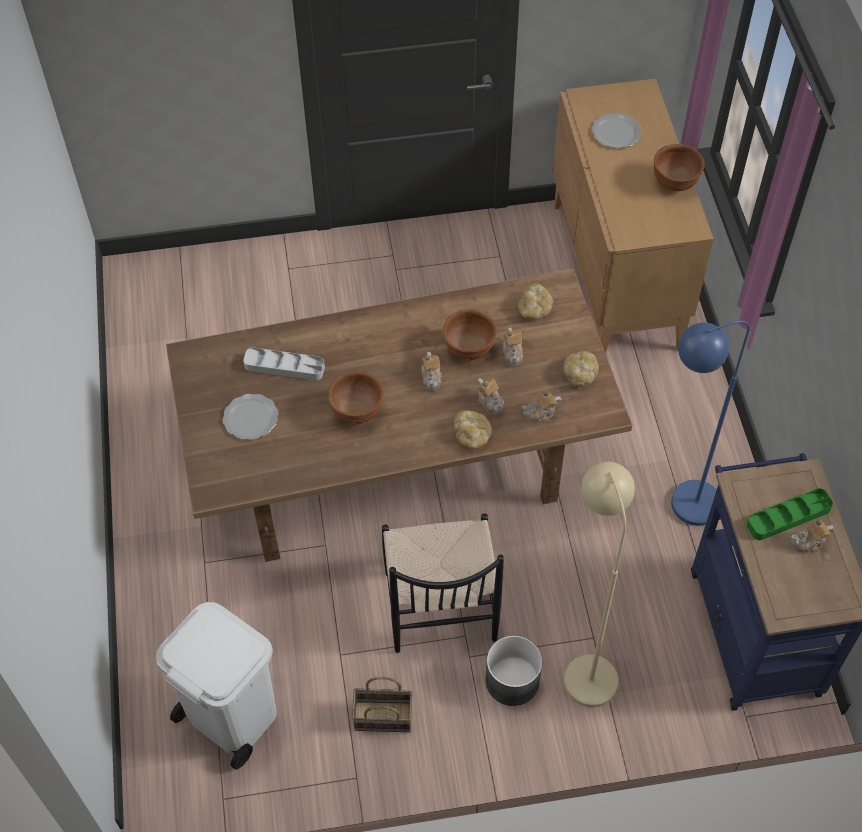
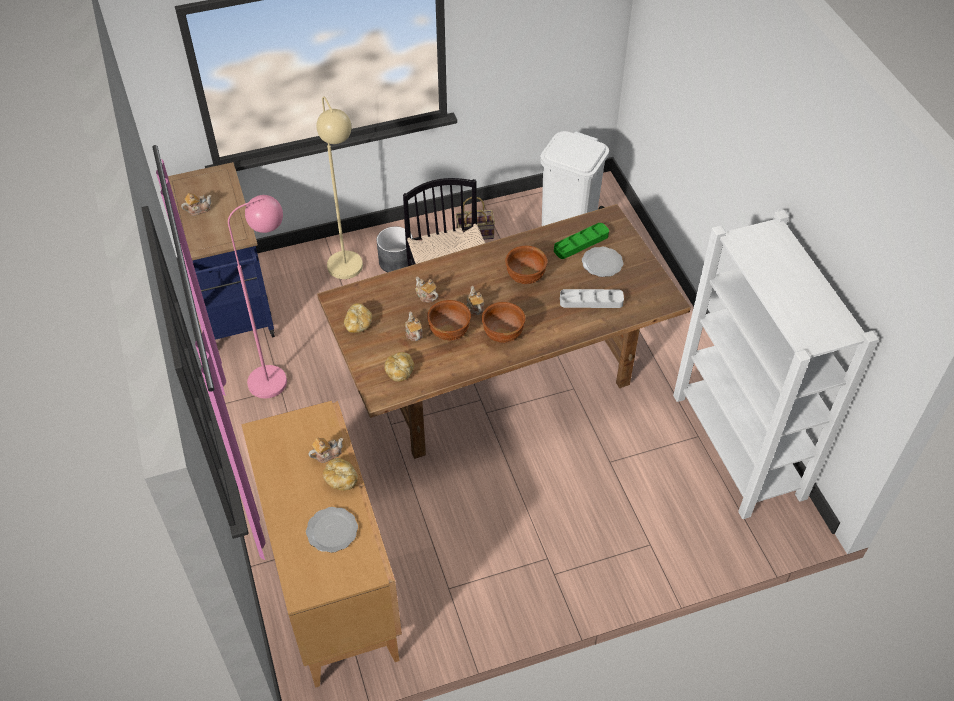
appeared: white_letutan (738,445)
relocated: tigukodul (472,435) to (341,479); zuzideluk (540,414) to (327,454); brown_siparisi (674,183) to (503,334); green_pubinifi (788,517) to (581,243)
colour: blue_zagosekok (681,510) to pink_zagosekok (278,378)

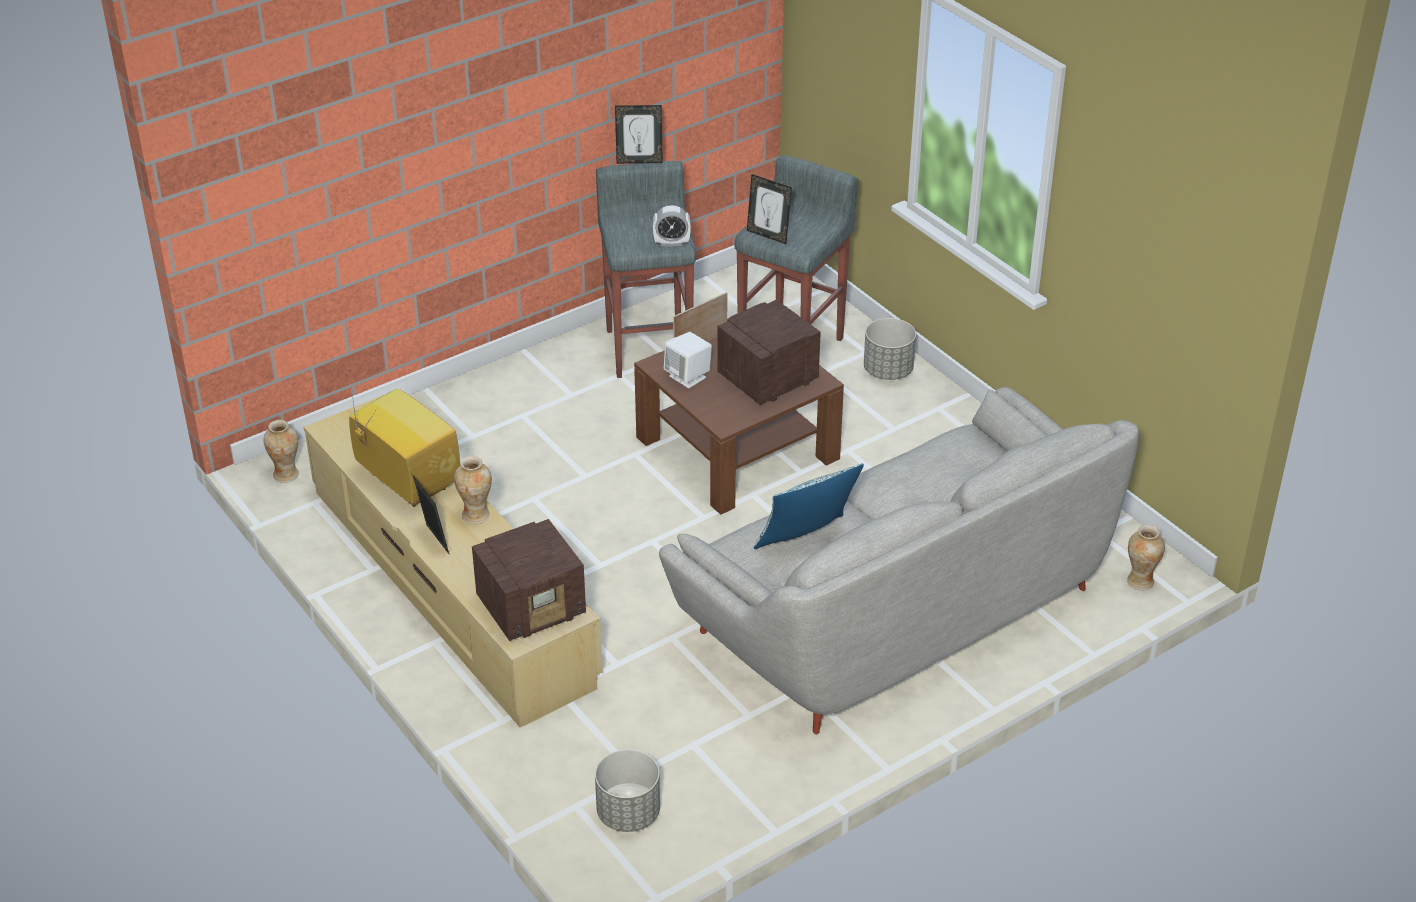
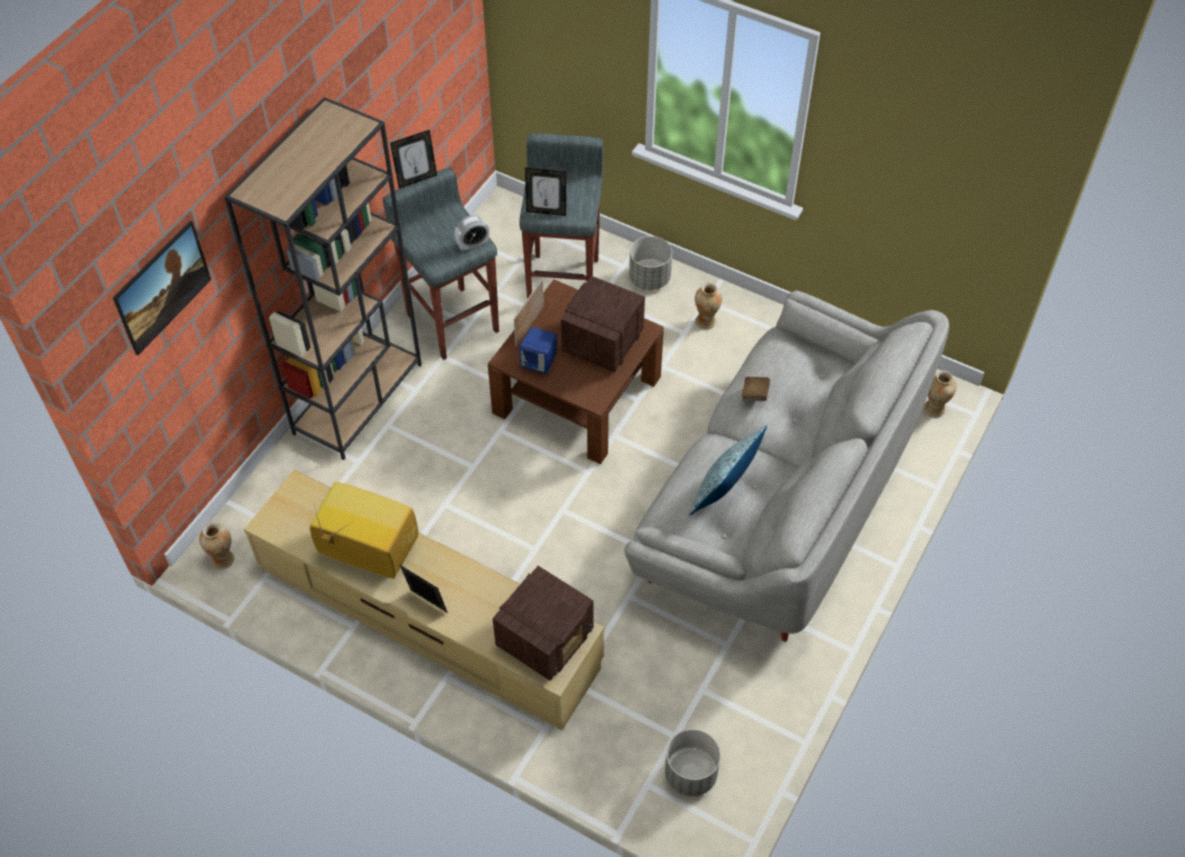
appeared: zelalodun (167,301); letutan (357,398); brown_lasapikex (754,394)
relocated: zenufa (476,515) to (706,322)
colour: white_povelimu (688,377) to blue_povelimu (539,363)

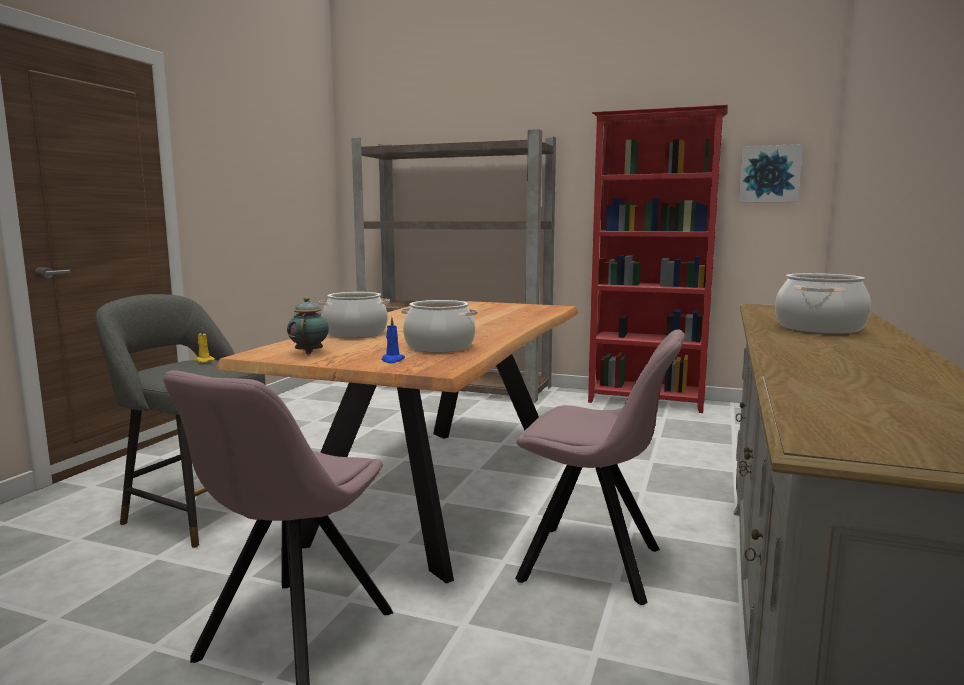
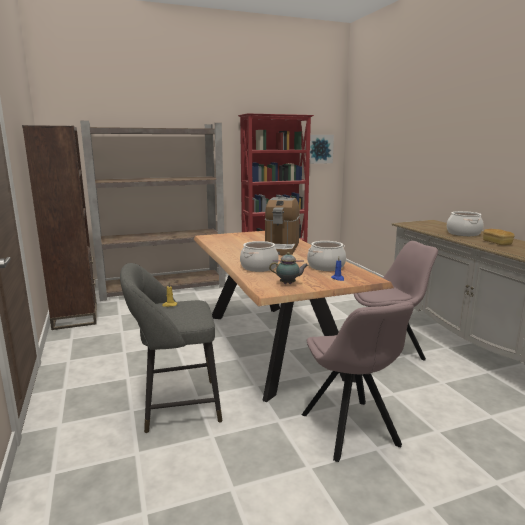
appeared: brown_letutan (76,316); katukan (280,248); tigukodul (497,243)
spun: zuzideluk (310,353) = (289,284) 135 degrees clockwise

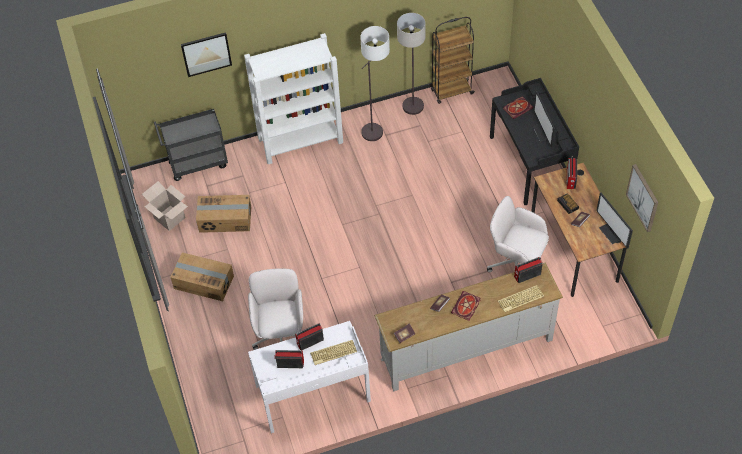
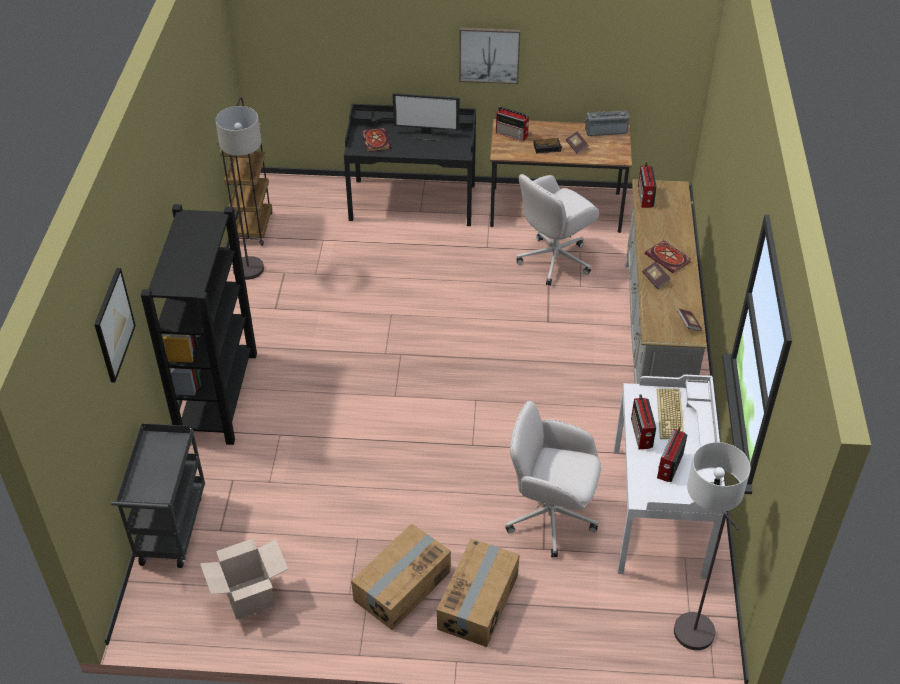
missing: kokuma (520,299)
relocated: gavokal (225,220) to (479,602); white_zagosekok (376,128) to (686,622); zelalodun (643,197) to (489,55)
exchanged: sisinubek (612,233) to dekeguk (605,130)
colour: white_letutan (300,140) to black_letutan (217,396)

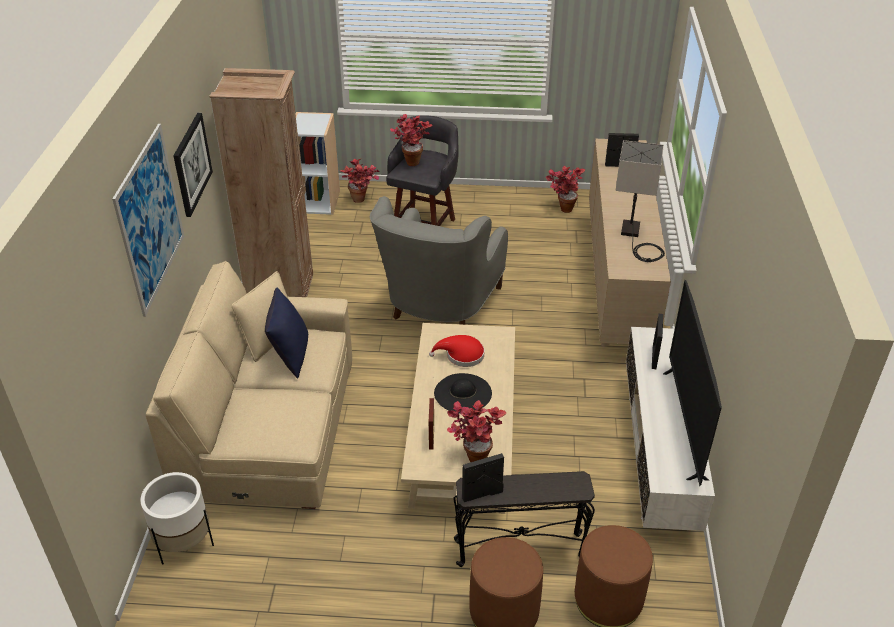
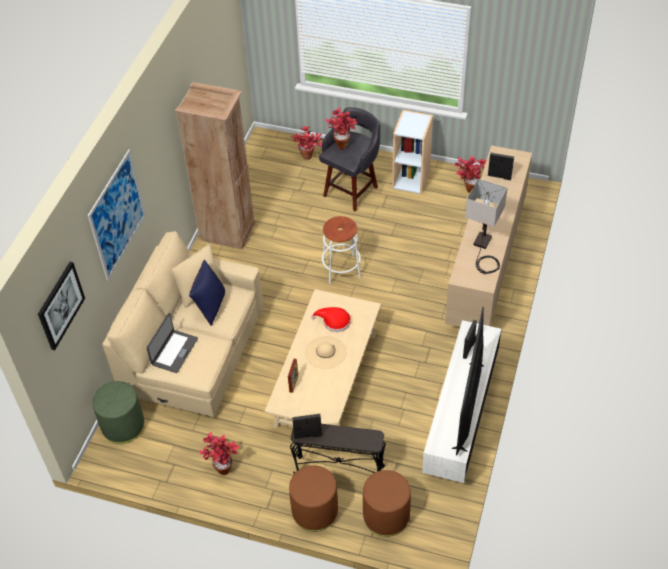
appeared: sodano (174,351)
relocated: zelalodun (191,164) to (60,305); letutan (319,201) to (411,179); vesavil (472,455) to (222,466)
exchanged: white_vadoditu (184,543) to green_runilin (123,426); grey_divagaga (439,308) to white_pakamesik (341,269)
colour: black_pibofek (462,393) to beige_pibofek (325,352)

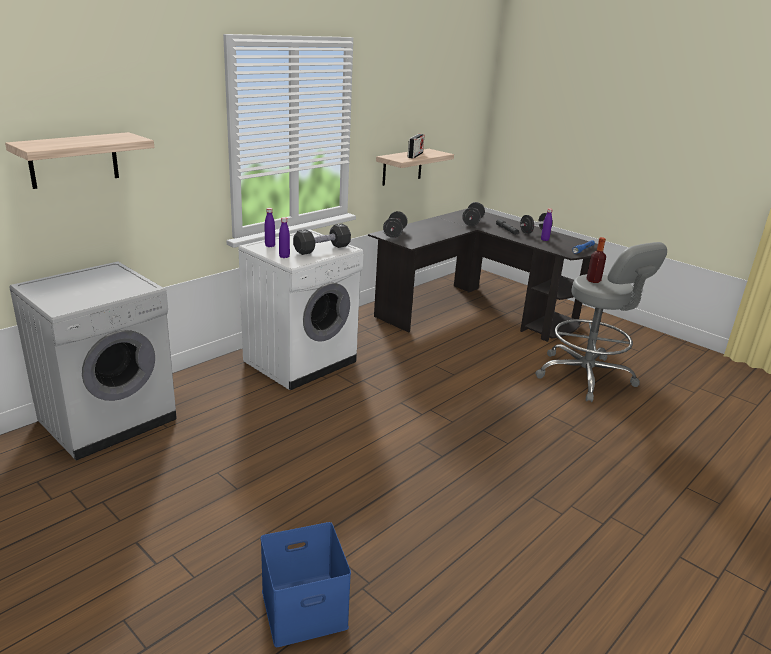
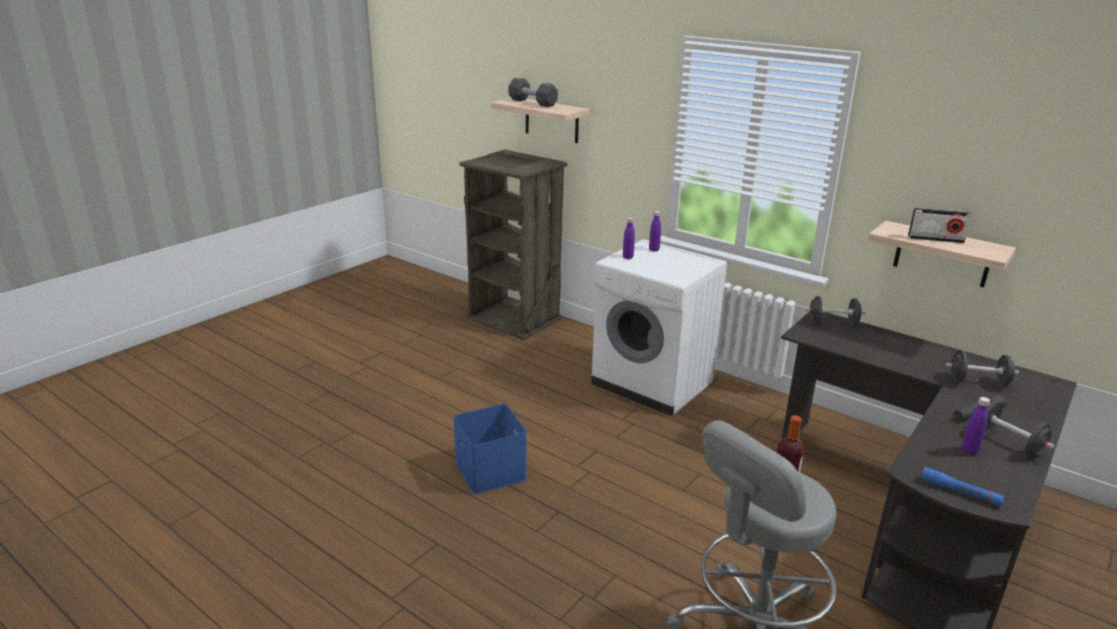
relocated: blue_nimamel (305,607) to (492,471); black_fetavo (322,249) to (532,102)
exchanged: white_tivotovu (109,421) to brown_letutan (515,318)

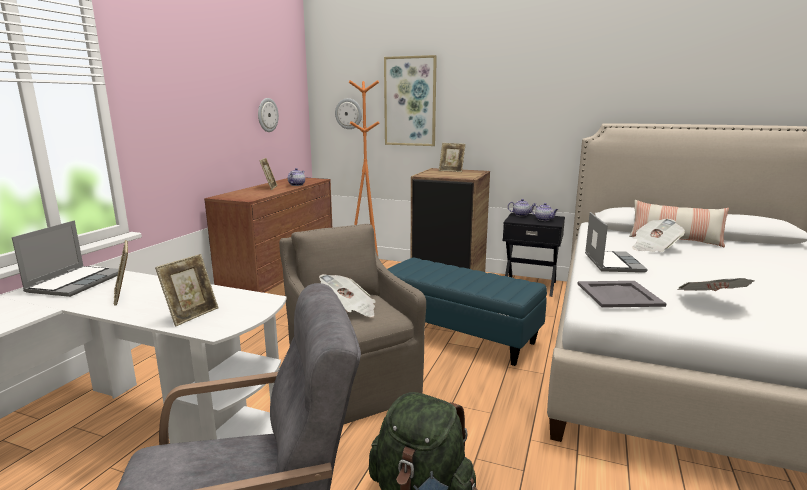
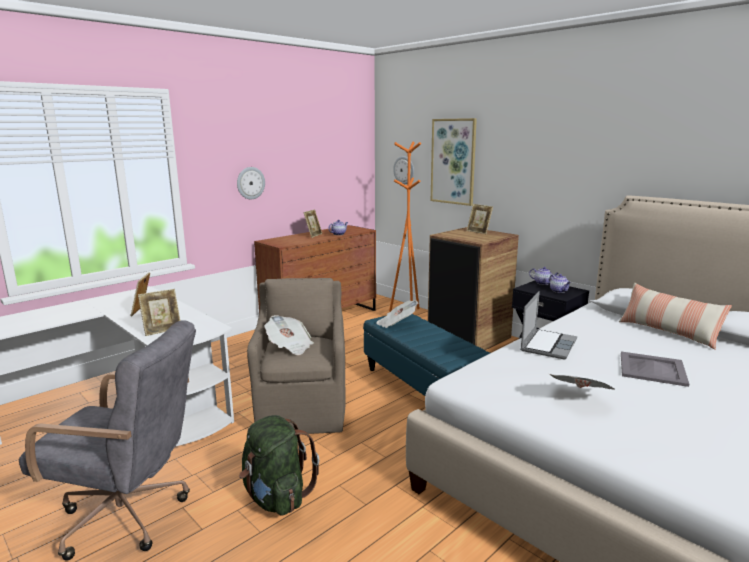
missing: sodano (76,282)
relocated: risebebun (267,115) to (250,183); grey_pubinifi (619,294) to (653,369); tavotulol (654,248) to (396,324)

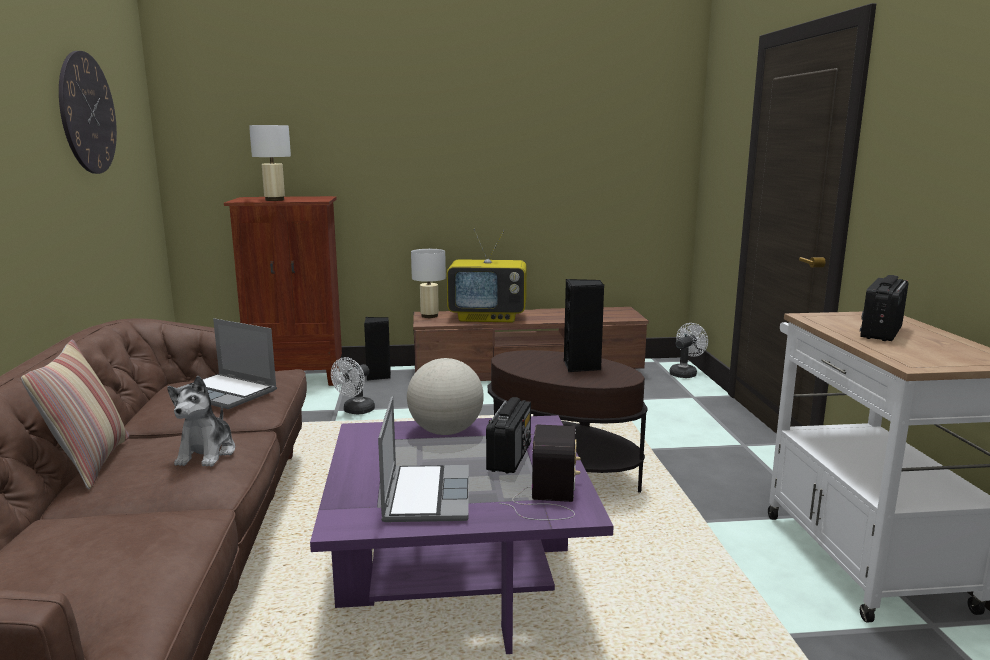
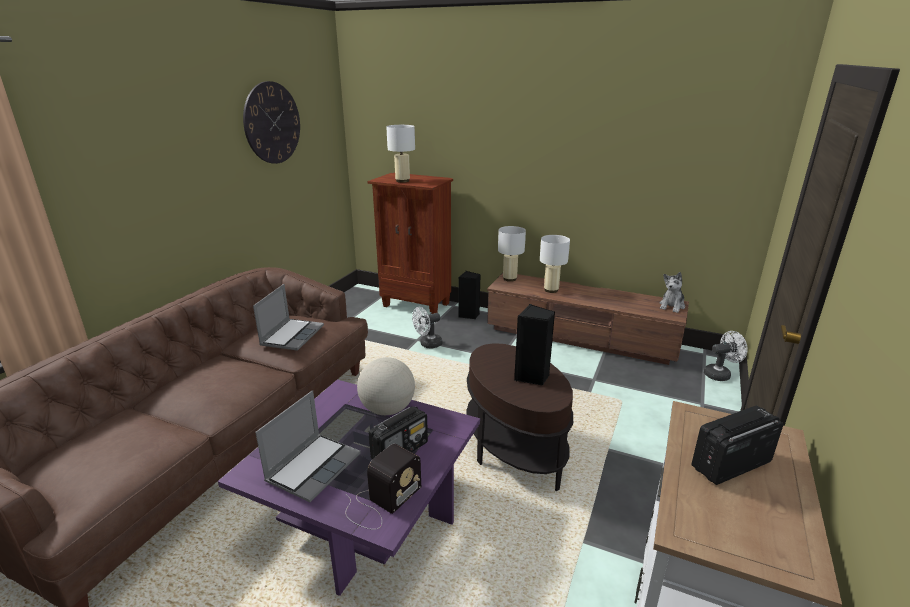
missing: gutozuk (90,463)
relocated: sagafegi (207,453) to (672,306)
exchanged: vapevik (488,317) to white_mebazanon (551,290)
spun: sodano (227,393) = (292,335) 135 degrees counterclockwise

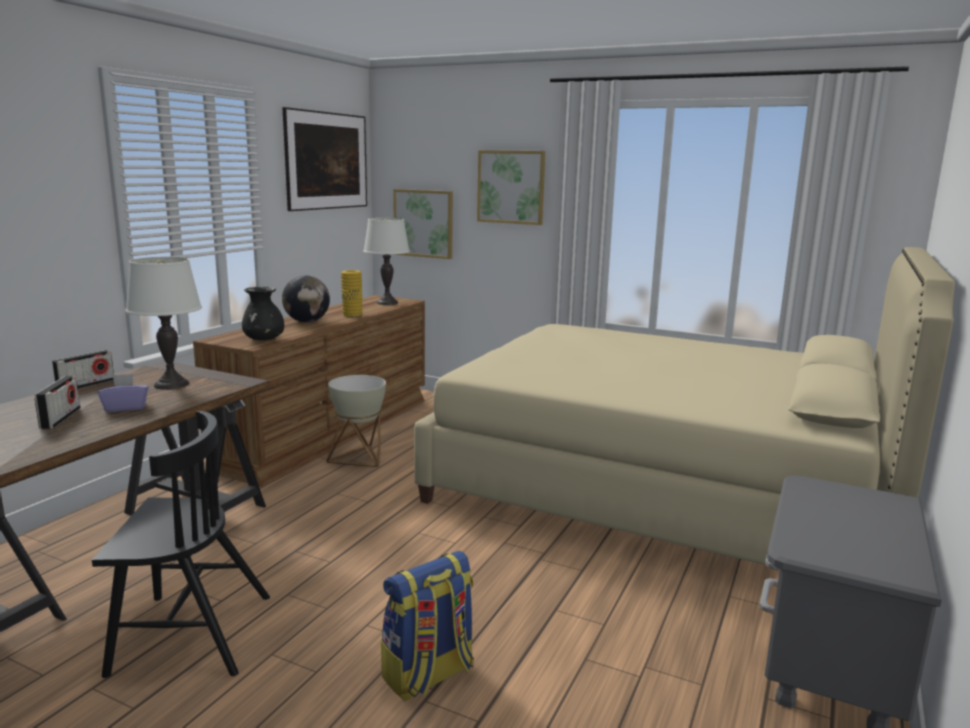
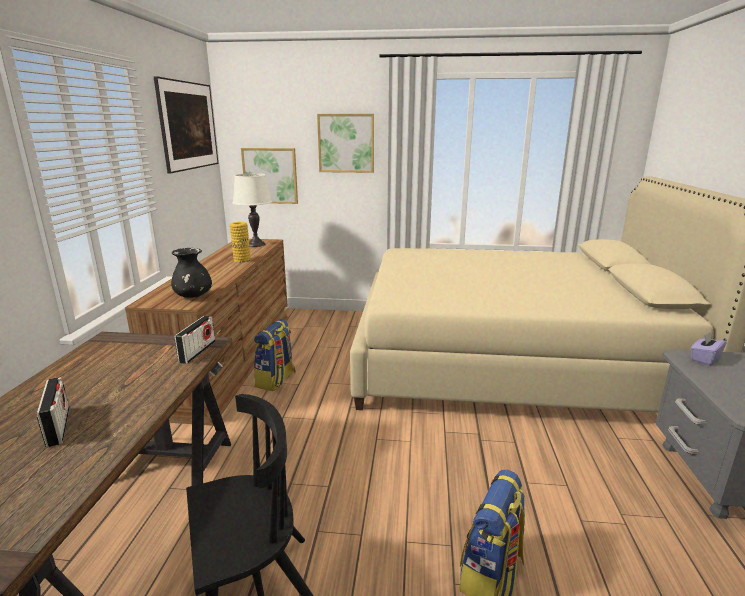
missing: white_mebazanon (172,384); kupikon (307,322)
relocated: dekeguk (86,385) to (197,352); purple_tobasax (126,407) to (704,359)
exchanged: vadoditu (358,459) to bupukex (276,380)

